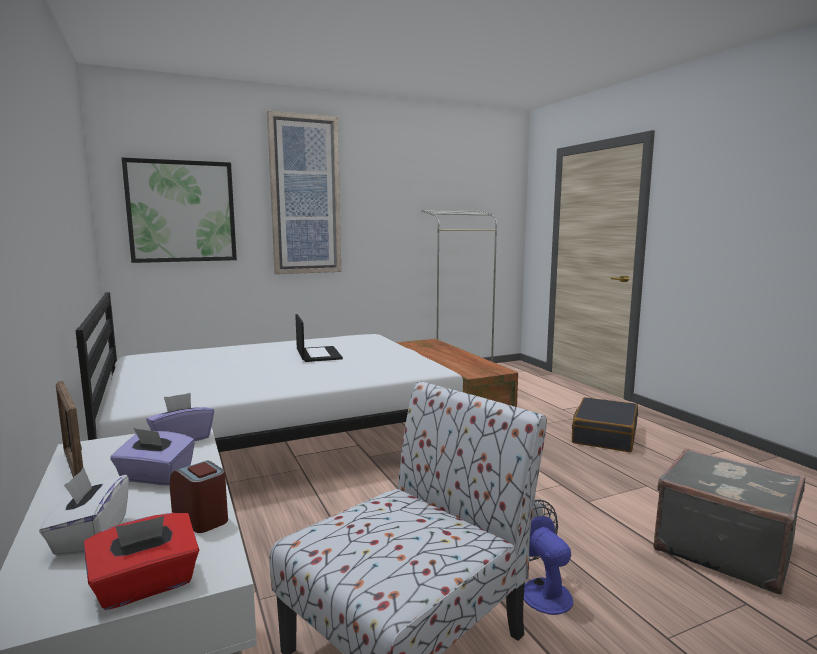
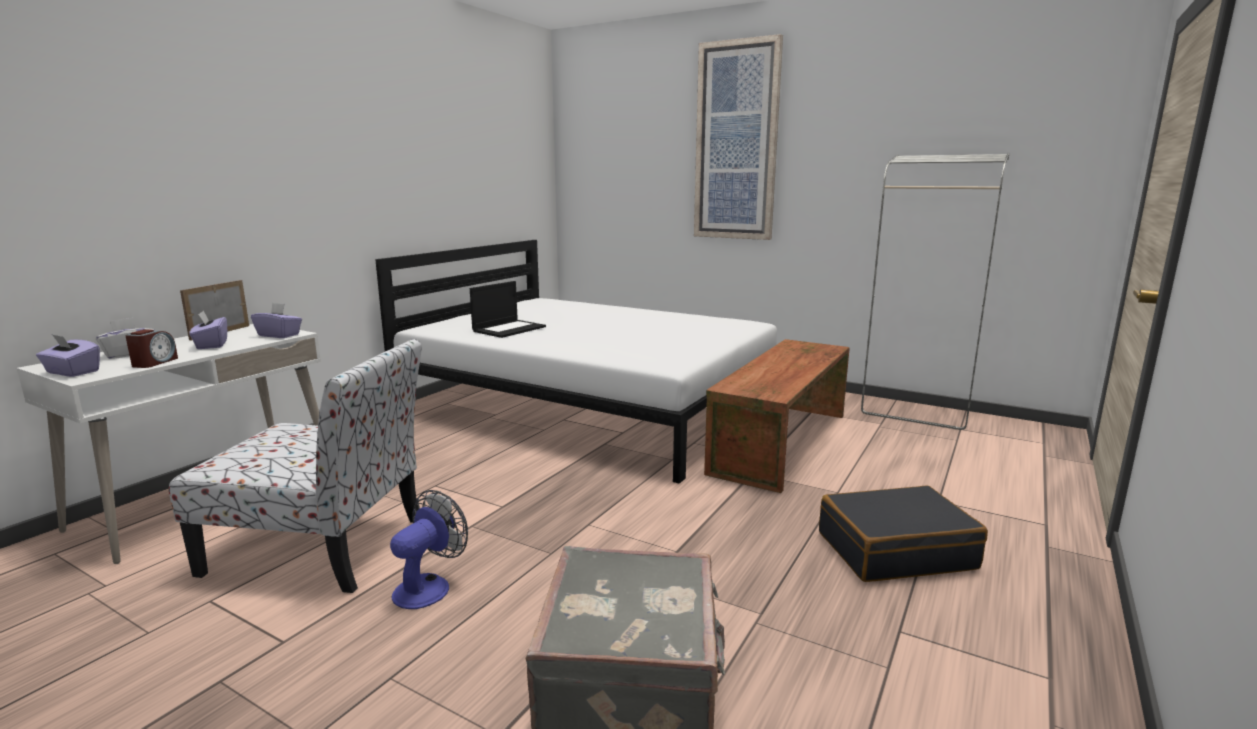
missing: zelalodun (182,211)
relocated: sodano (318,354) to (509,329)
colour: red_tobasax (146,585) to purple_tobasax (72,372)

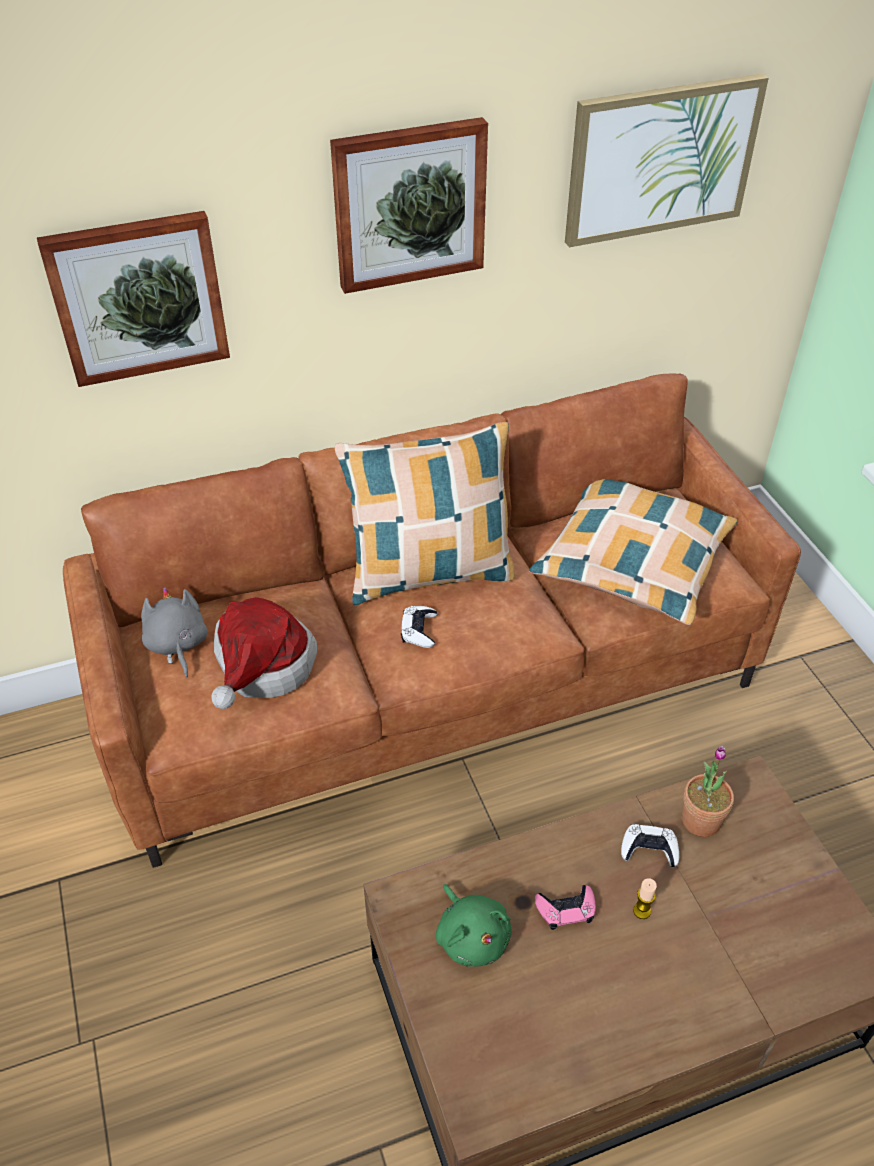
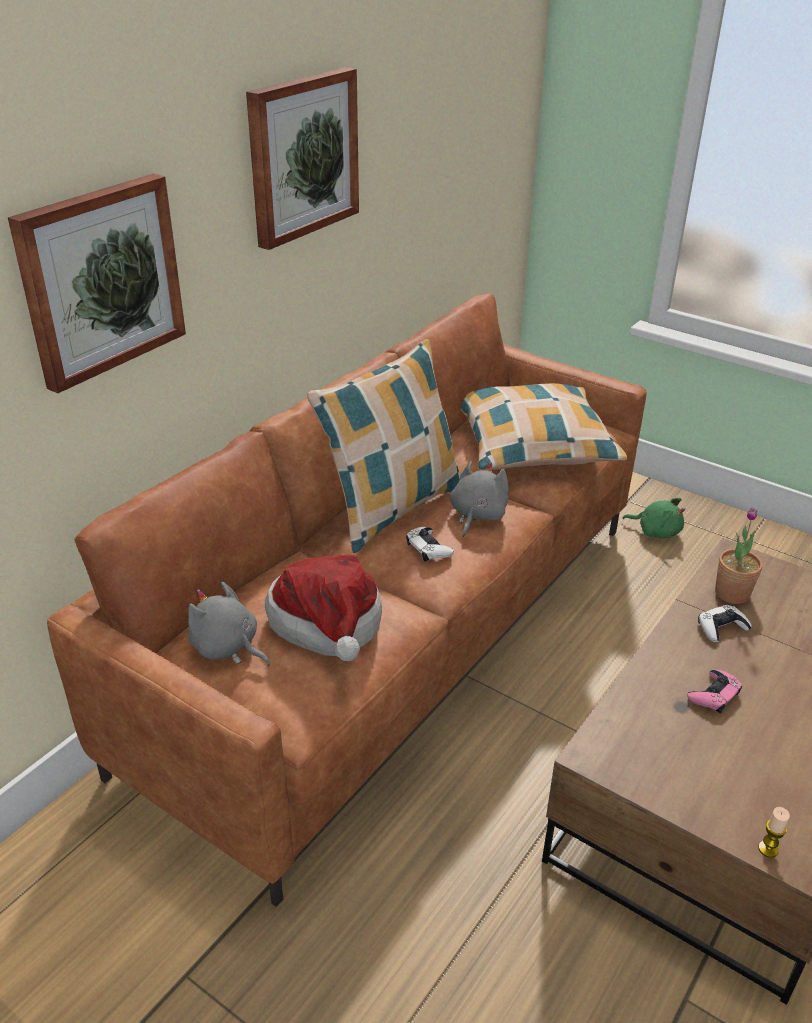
missing: zelalodun (660,159)
appeared: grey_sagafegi (477,515)
relocated: green_sagafegi (472,936) to (656,531); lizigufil (641,911) to (768,849)

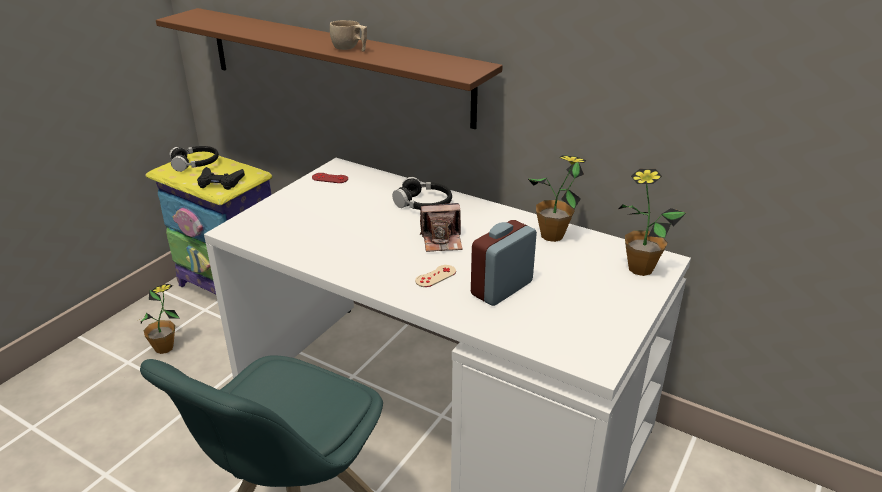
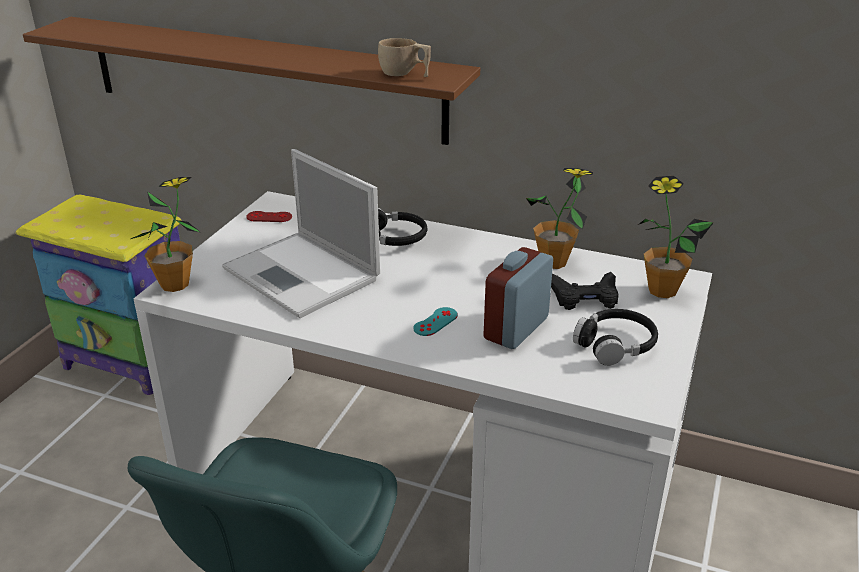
missing: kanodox (442,241)
appeared: sodano (303,275)
relocated: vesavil (164,348) to (175,284); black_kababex (196,164) to (615,345); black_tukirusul (220,182) to (585,296); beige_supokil (350,49) to (404,74)
colour: beige_tukirusul (435,276) to turquoise_tukirusul (435,322)

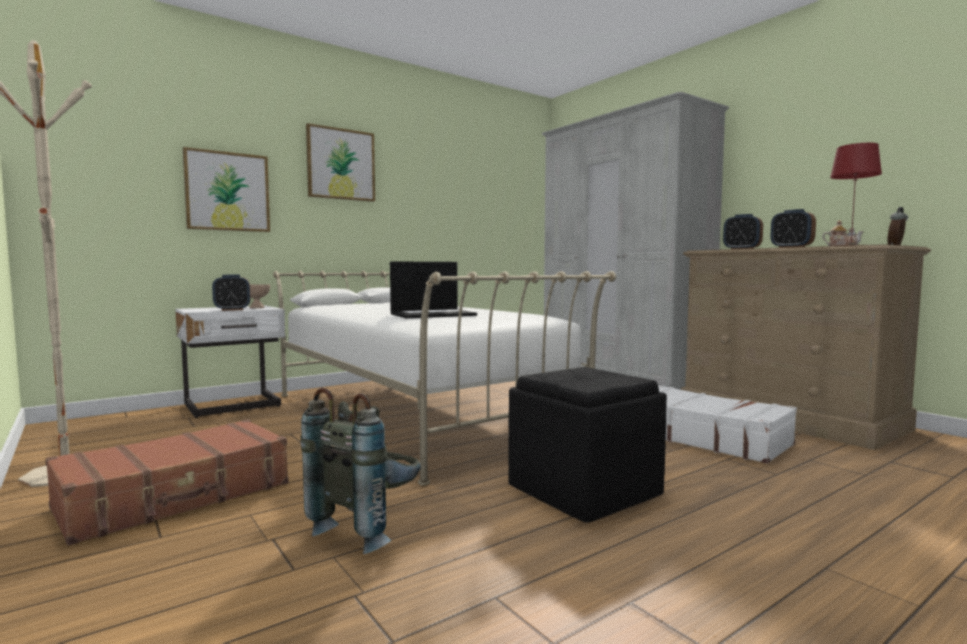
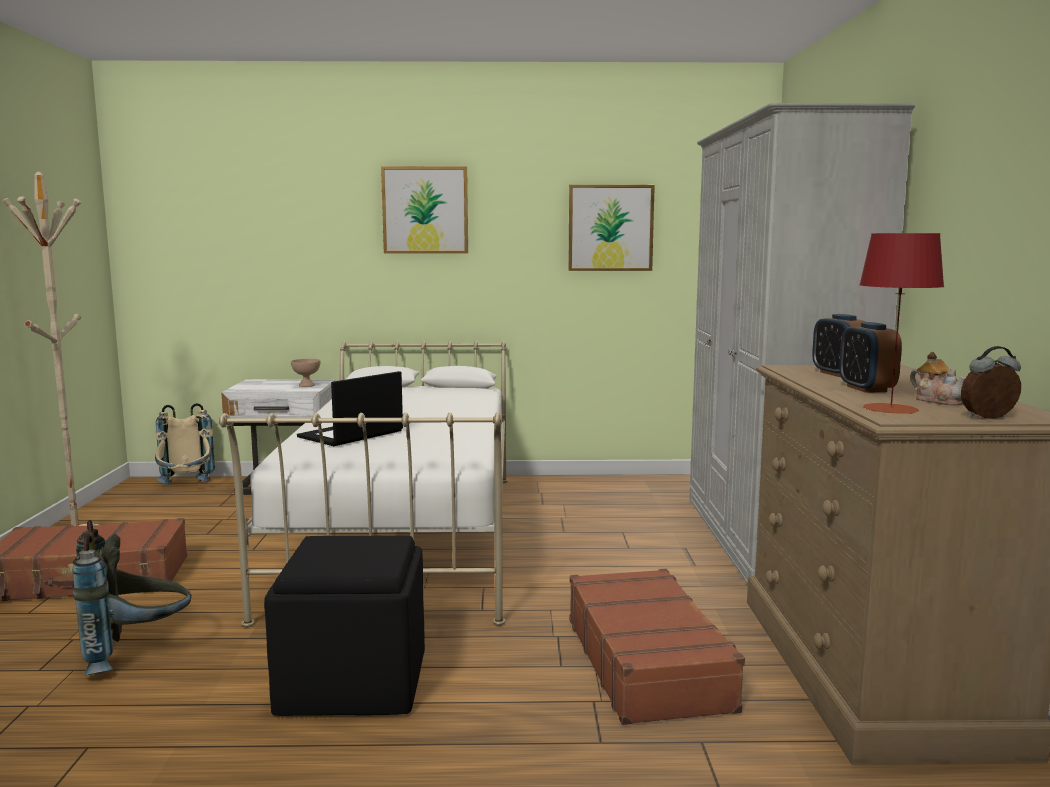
missing: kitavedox (232,310)
appeared: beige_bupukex (186,488)
relocated: zelalodun (227,191) to (610,228)
colour: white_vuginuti (705,437) to brown_vuginuti (648,662)
spun: sodano (433,314) = (350,434) 120 degrees clockwise

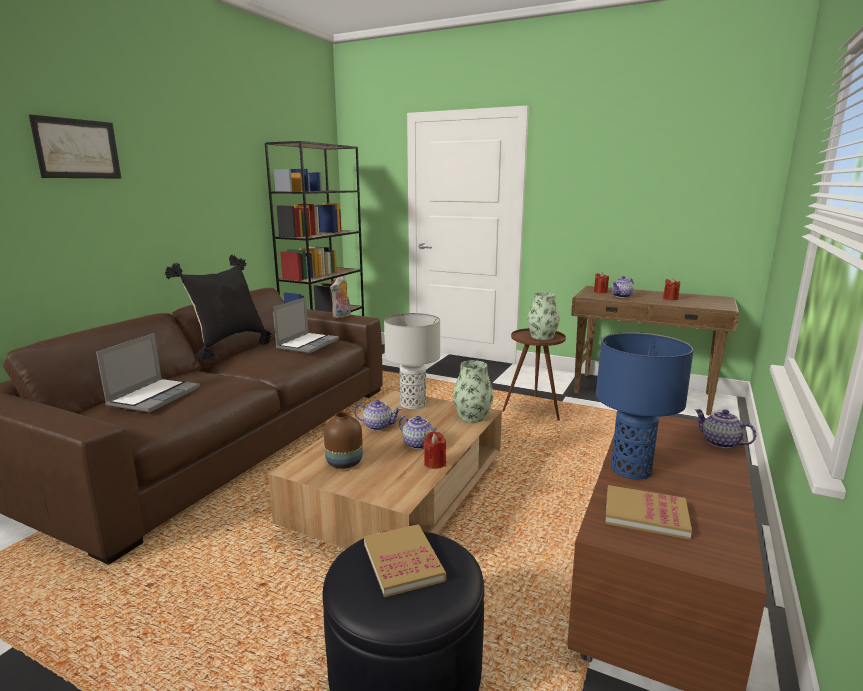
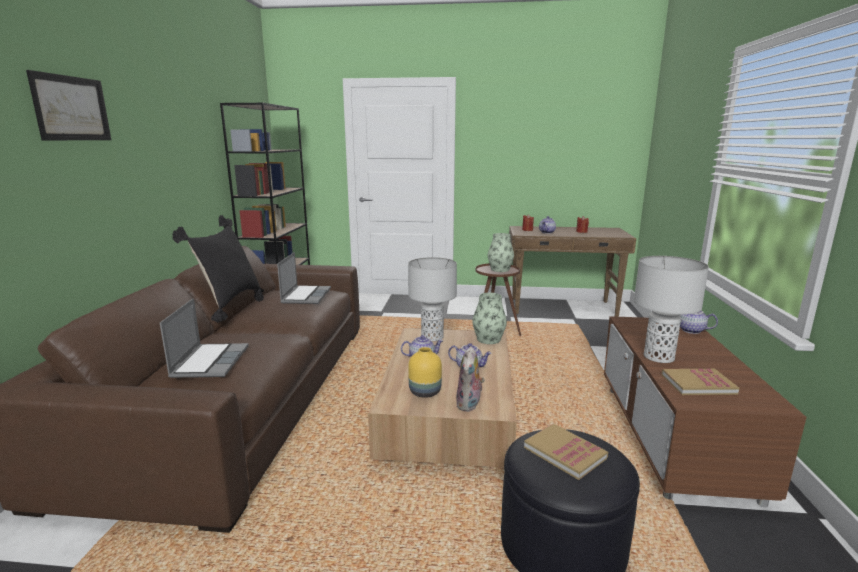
missing: red_lizigufil (435,463)
relocated: sagafegi (342,316) to (469,405)
colour: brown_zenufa (343,463) to yellow_zenufa (424,392); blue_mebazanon (630,469) to white_mebazanon (658,357)

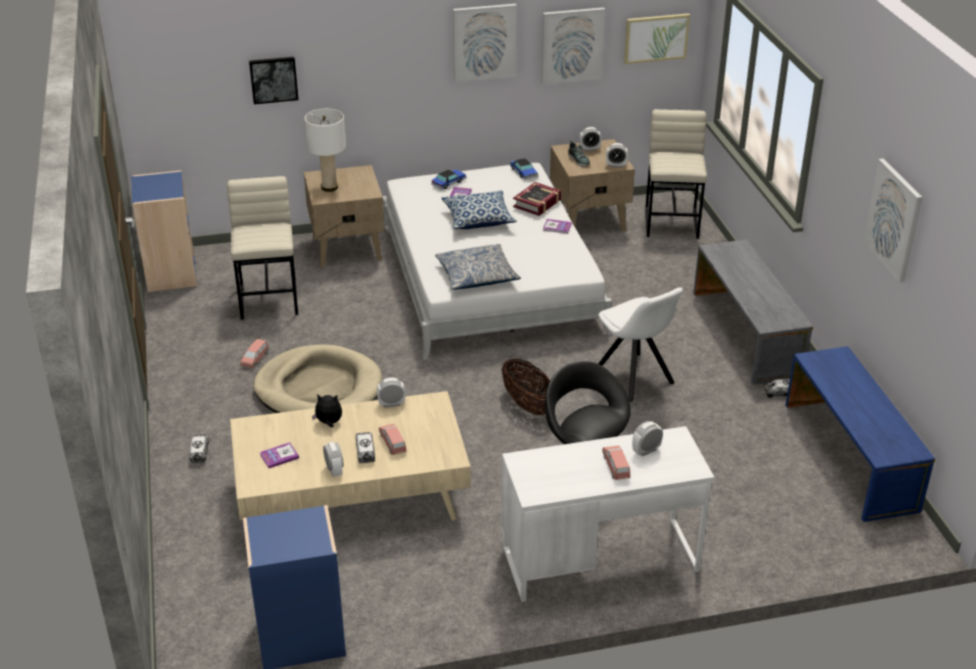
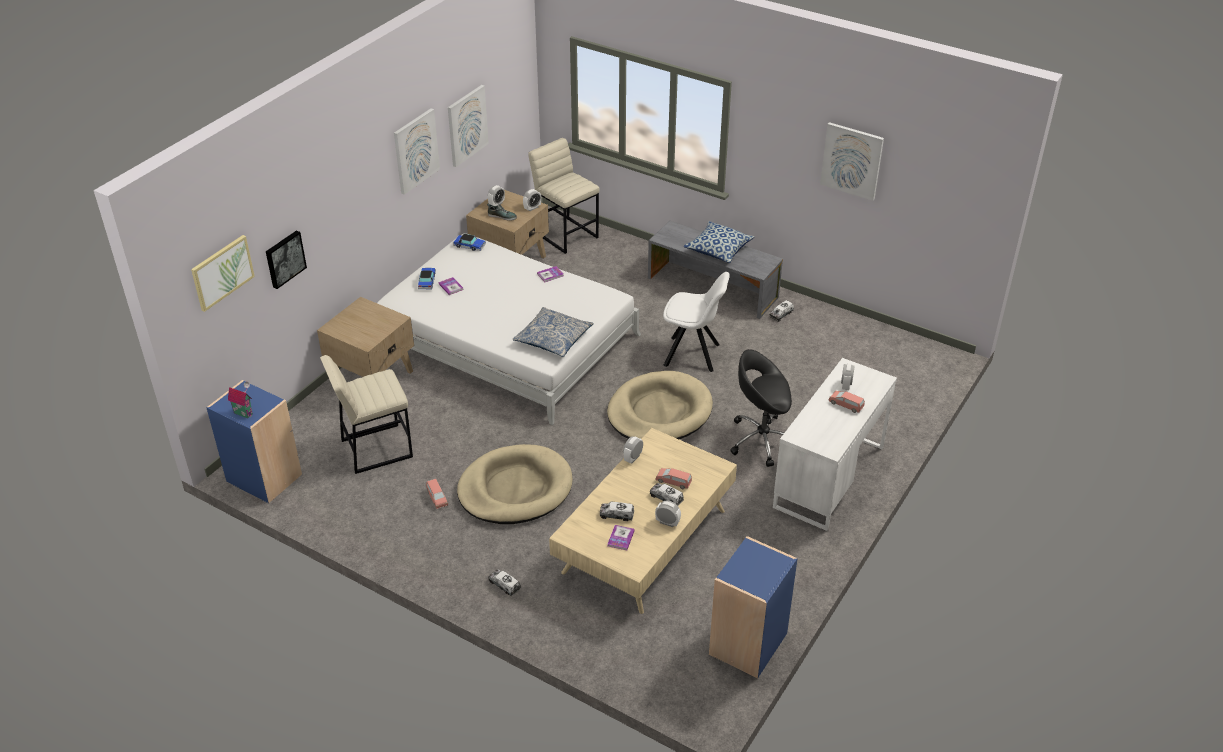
missing: white_mebazanon (329,187); sagafegi (329,423); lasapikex (537,203); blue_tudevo (852,456)
appeared: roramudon (244,413); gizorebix (616,515)
relocated: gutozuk (478,219) to (718,249); zelalodun (656,38) to (222,272)
exchanged: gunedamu (528,405) to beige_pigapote (659,412)
spun: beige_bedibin (268,298) = (374,449) 60 degrees counterclockwise

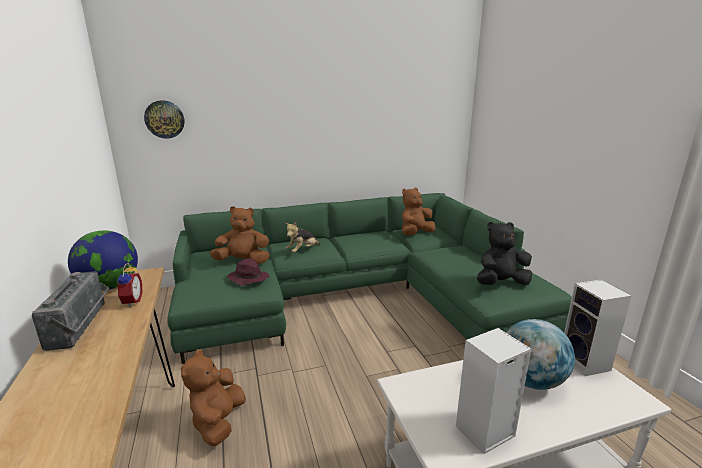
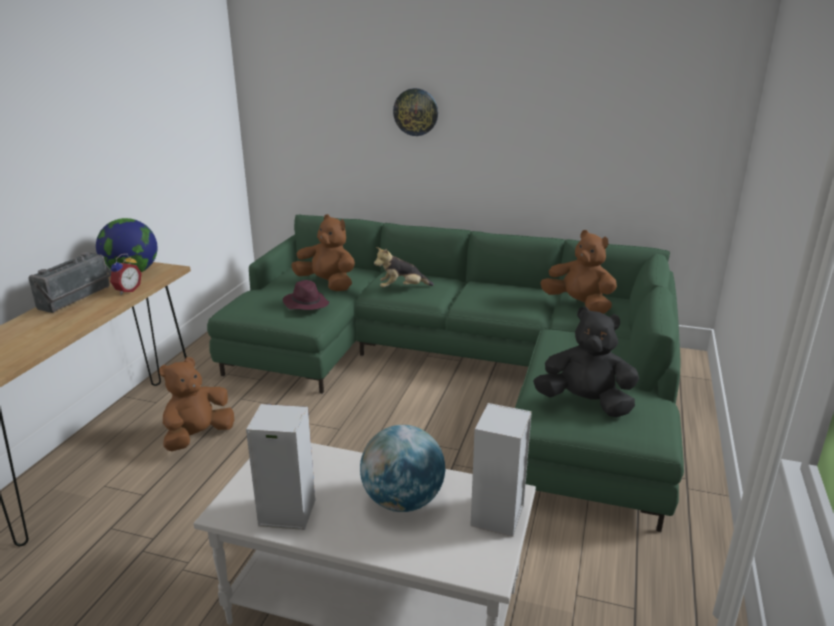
relocated: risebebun (164,119) to (416,112)
spun: brown_sagafegi (415,234) = (579,305) 45 degrees clockwise

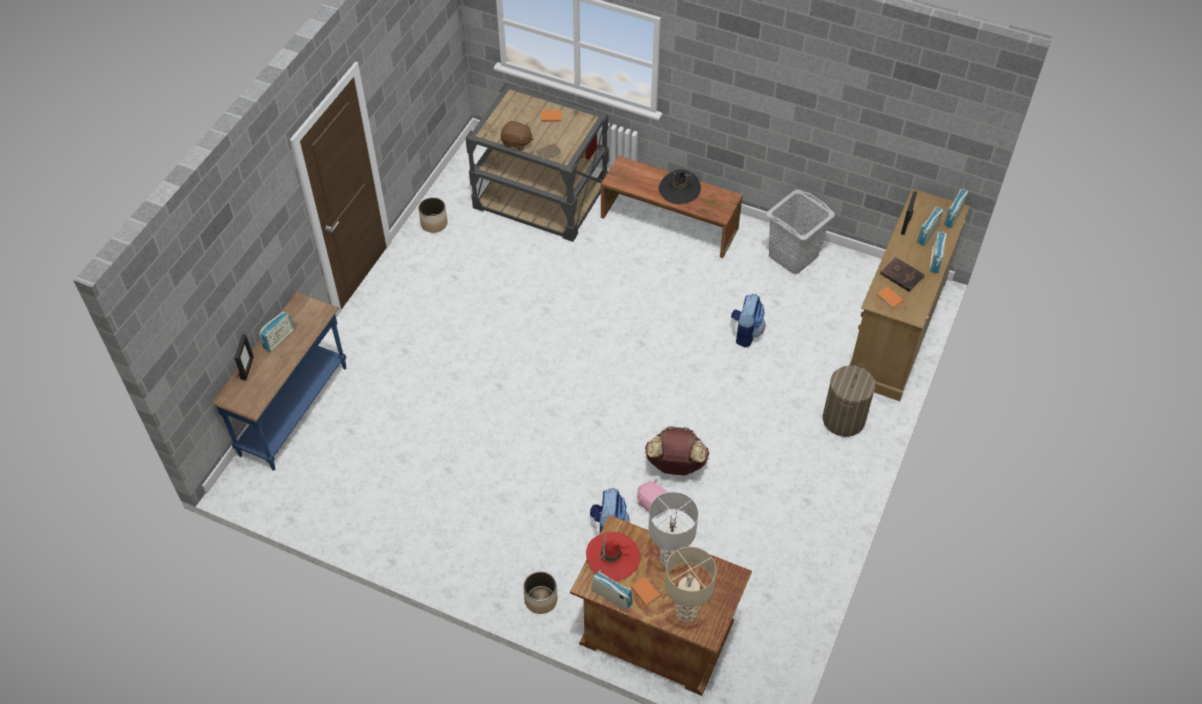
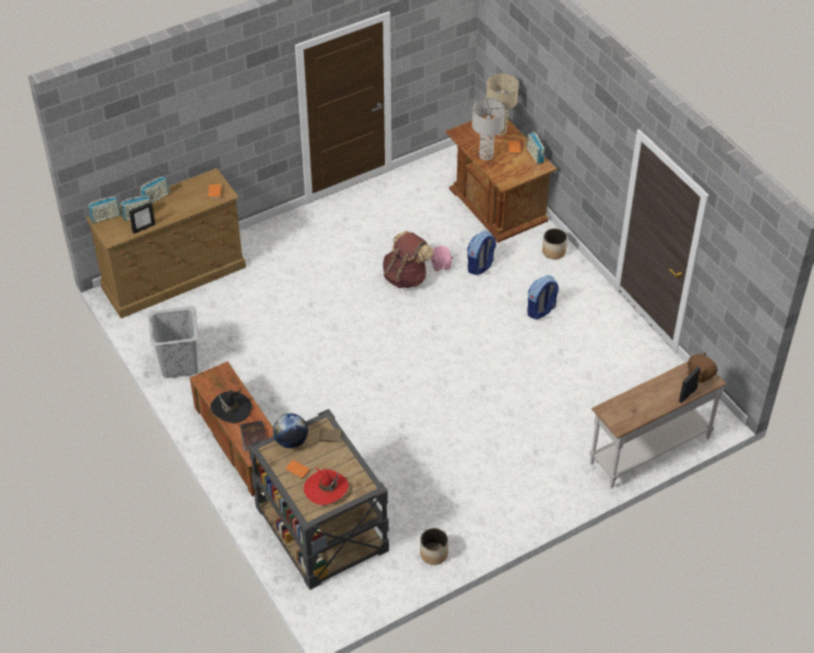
missing: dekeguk (279,339); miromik (843,419)
appeared: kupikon (291,441)
relocated: brown_sagafegi (516,143) to (700,374); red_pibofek (613,557) to (326,488); bupukex (745,333) to (541,310); brown_lasapikex (901,275) to (253,437)
colour: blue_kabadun (295,411) to white_kabadun (649,449)

